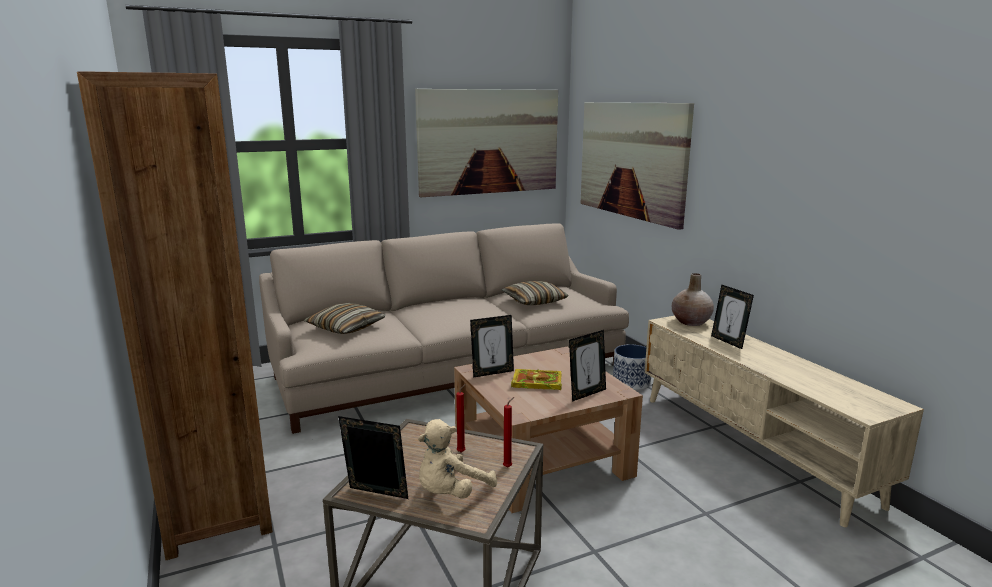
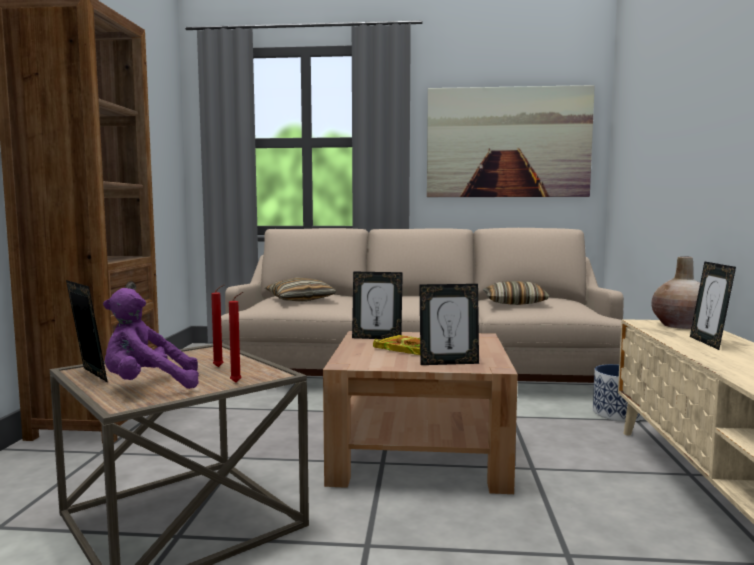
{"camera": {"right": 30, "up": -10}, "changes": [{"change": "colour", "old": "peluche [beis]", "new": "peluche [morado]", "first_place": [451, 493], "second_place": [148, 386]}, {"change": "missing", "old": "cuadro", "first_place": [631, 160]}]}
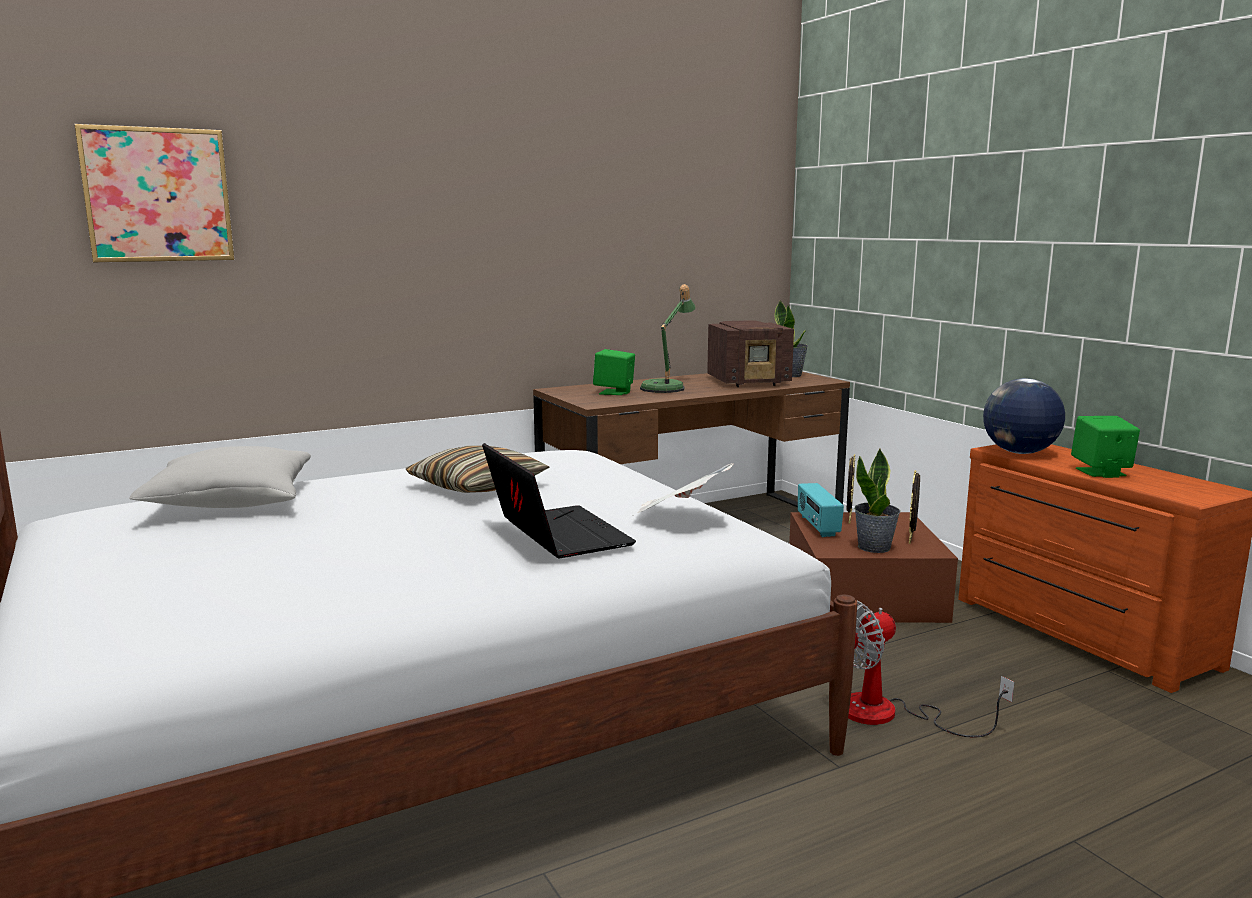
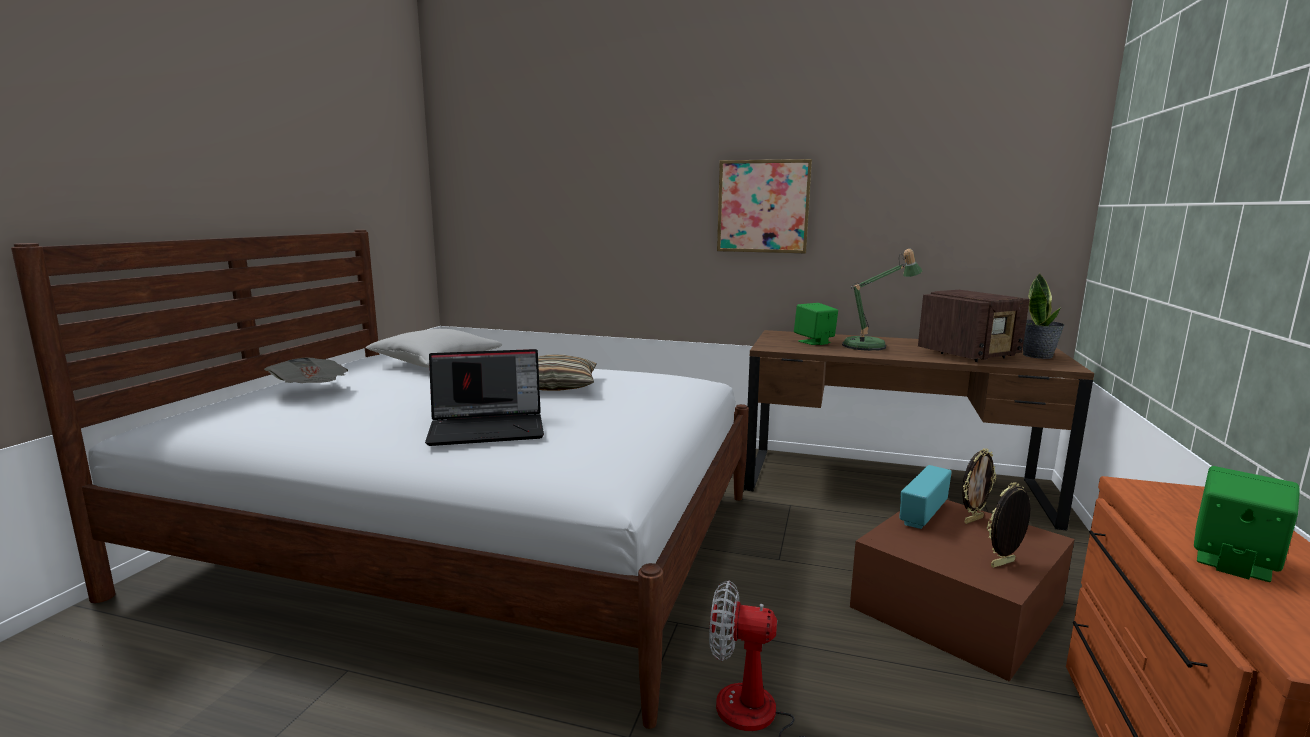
{"camera": {"right": 45, "up": 0}, "changes": [{"change": "relocated", "old": "cuadro", "first_place": [157, 195], "second_place": [763, 206]}, {"change": "spun", "old": "portátil", "first_place": [555, 535], "second_place": [488, 428], "degrees": 60}, {"change": "relocated", "old": "periódico", "first_place": [680, 516], "second_place": [312, 391]}, {"change": "spun", "old": "radio", "first_place": [750, 382], "second_place": [969, 354], "degrees": -60}, {"change": "missing", "old": "planta en maceta", "first_place": [874, 547]}, {"change": "missing", "old": "globo terráqueo", "first_place": [1019, 453]}]}
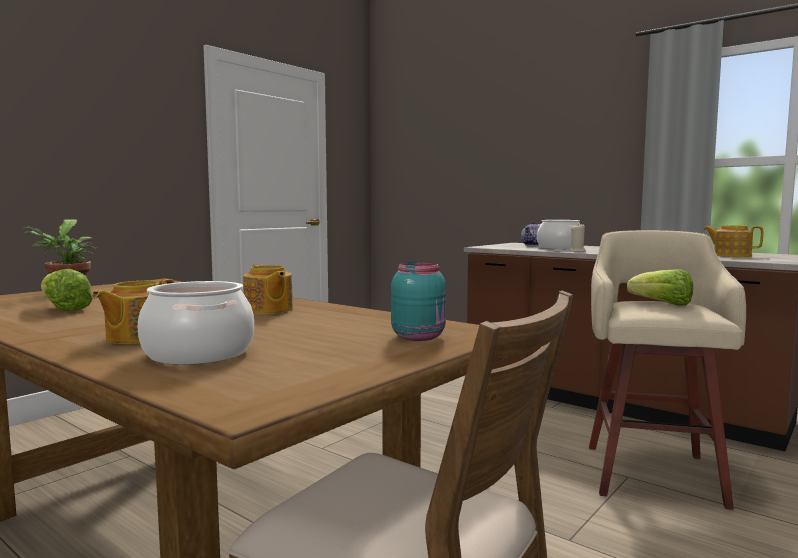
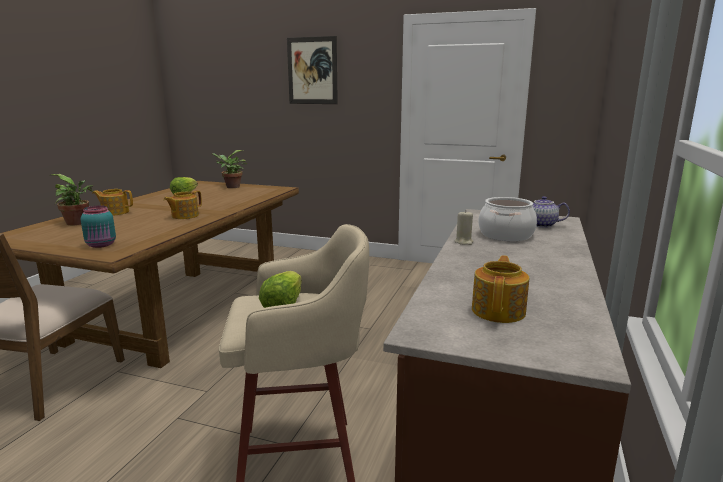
{"camera": {"right": 70, "up": 10}, "changes": [{"change": "exchanged", "old": "olla", "new": "planta en maceta", "first_place": [199, 354], "second_place": [79, 223]}, {"change": "appeared", "new": "cuadro", "second_place": [312, 71]}]}
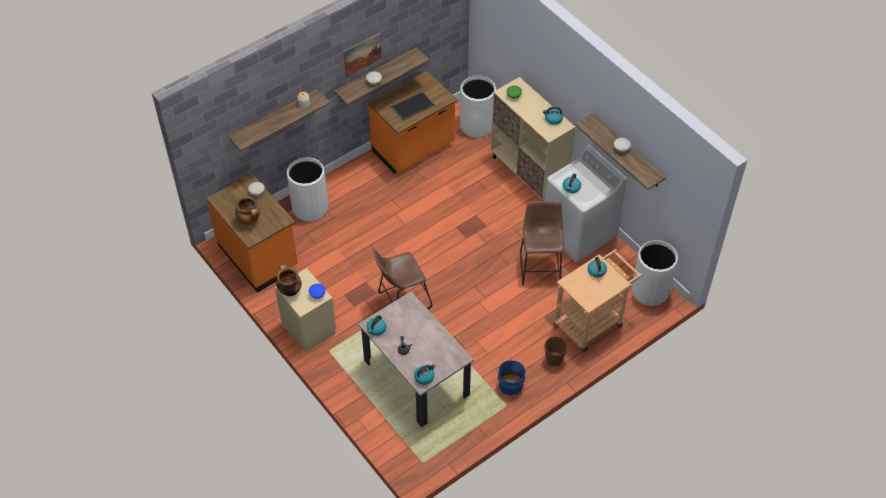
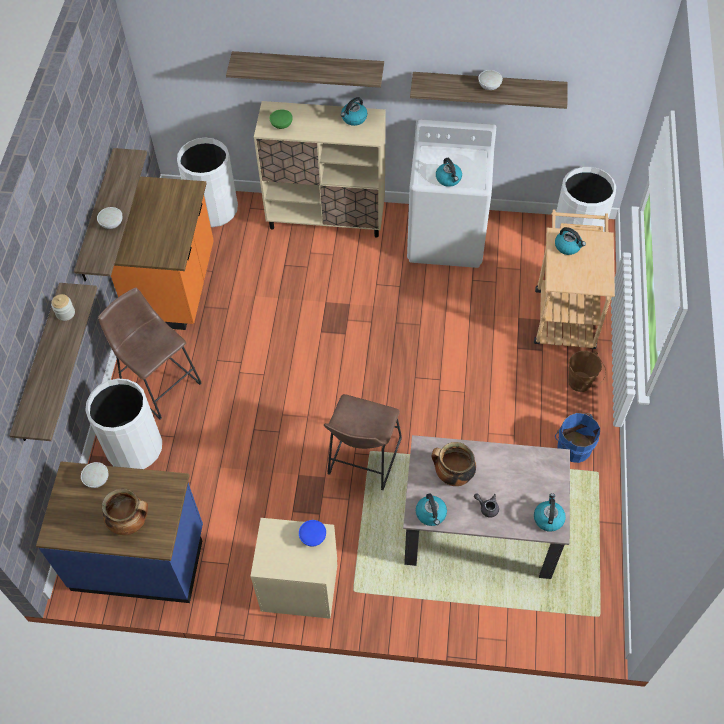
{"camera": {"right": -45, "up": 5}, "changes": [{"change": "colour", "old": "mueble bajo de cocina [naranja]", "new": "mueble bajo de cocina [azul]", "first_place": [259, 256], "second_place": [139, 557]}, {"change": "relocated", "old": "olla", "first_place": [289, 290], "second_place": [452, 476]}, {"change": "missing", "old": "cuadro", "first_place": [362, 54]}, {"change": "missing", "old": "bandeja", "first_place": [412, 105]}, {"change": "relocated", "old": "taburete [marrón]", "first_place": [540, 266], "second_place": [159, 382]}, {"change": "appeared", "new": "estante", "second_place": [308, 67]}]}
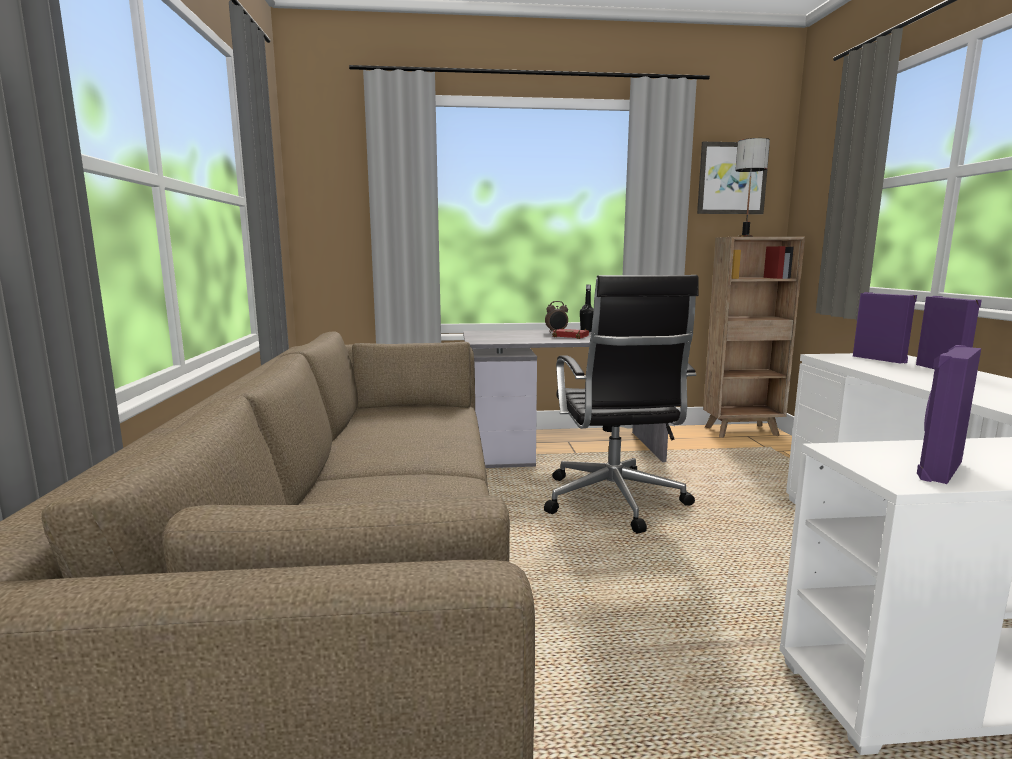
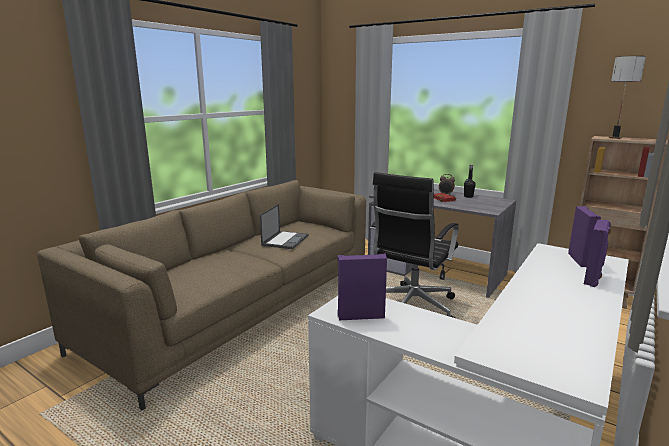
{"camera": {"right": 40, "up": 5}, "changes": [{"change": "missing", "old": "cuadro", "first_place": [732, 178]}, {"change": "appeared", "new": "portátil", "second_place": [285, 240]}]}
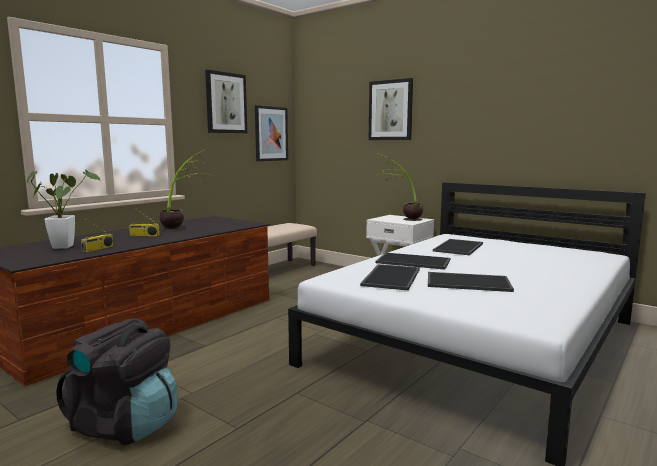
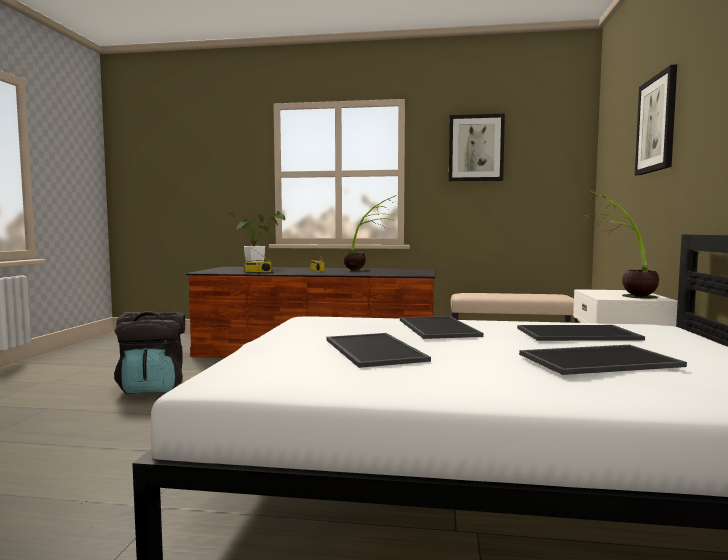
{"camera": {"right": 60, "up": -5}, "changes": [{"change": "missing", "old": "cuadro", "first_place": [271, 133]}, {"change": "relocated", "old": "bandeja", "first_place": [390, 277], "second_place": [598, 360]}]}
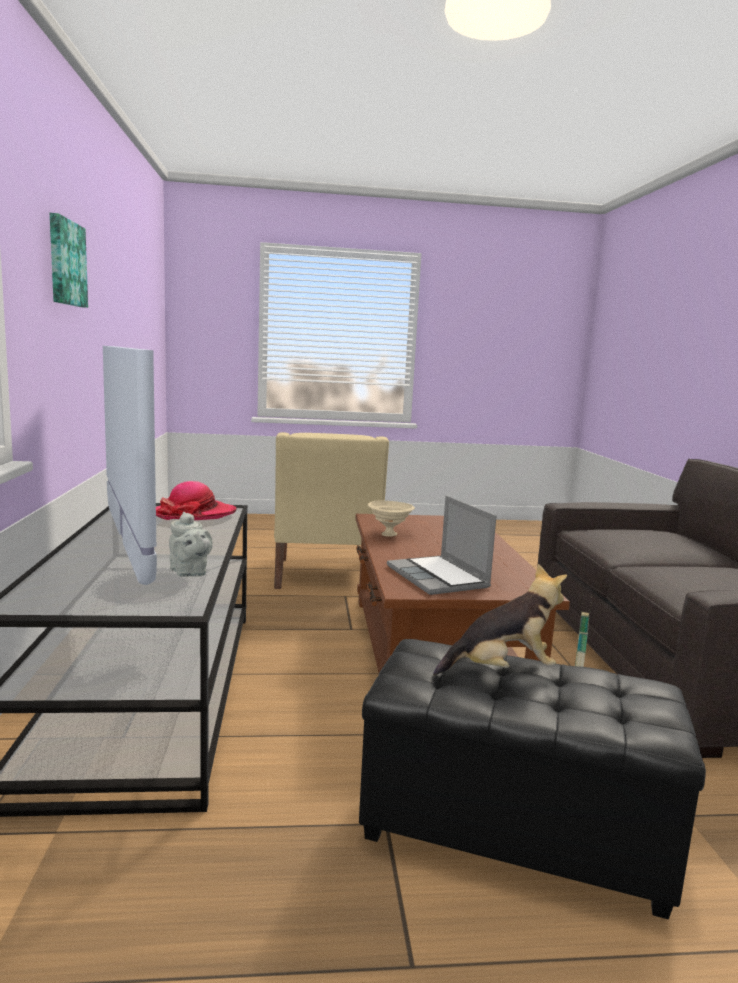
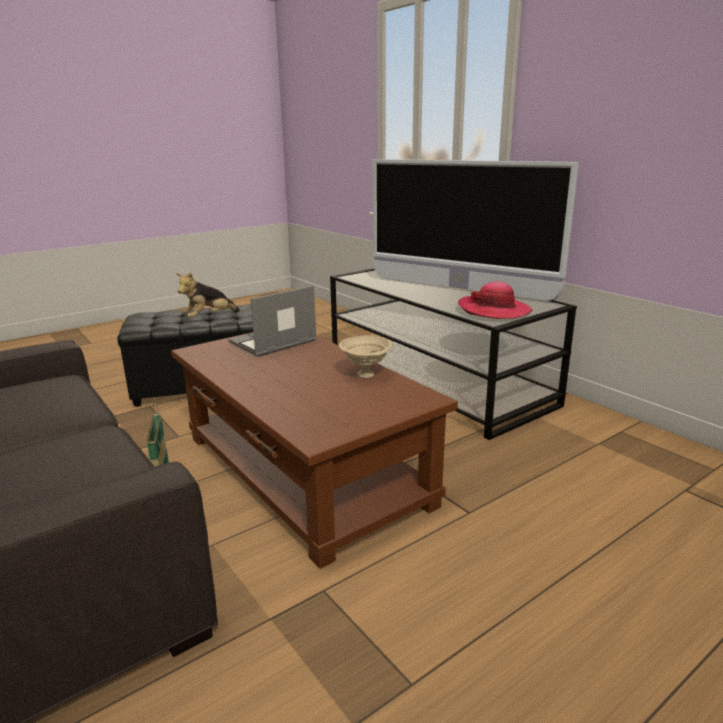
{"camera": {"right": 150, "up": 10}, "changes": [{"change": "missing", "old": "cuadro", "first_place": [65, 263]}, {"change": "missing", "old": "tetera [gris]", "first_place": [189, 573]}, {"change": "missing", "old": "sillón [beis]", "first_place": [326, 574]}, {"change": "spun", "old": "portátil", "first_place": [439, 577], "second_place": [273, 343], "degrees": -75}]}
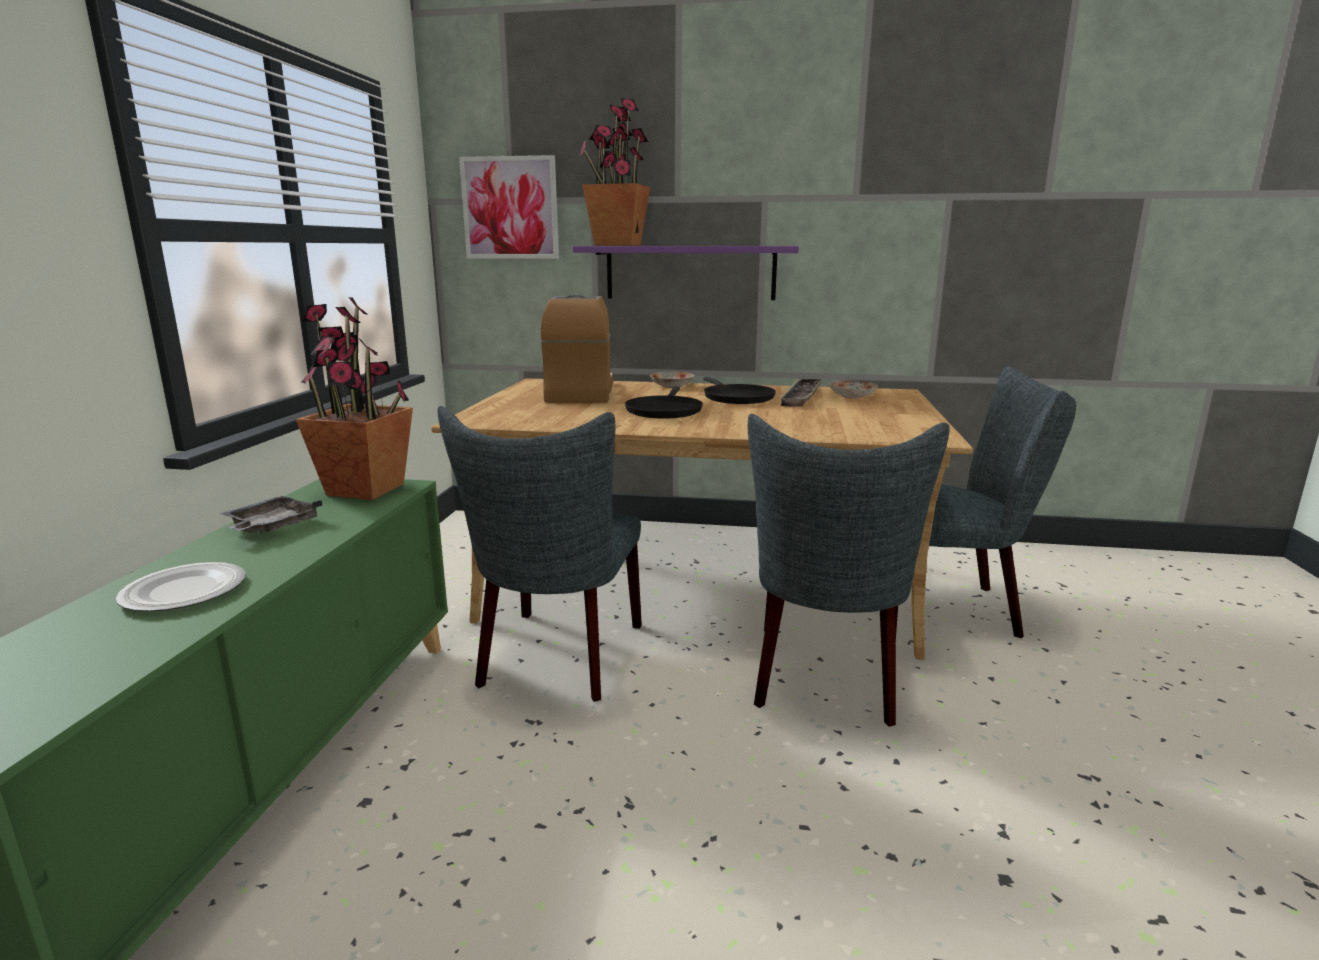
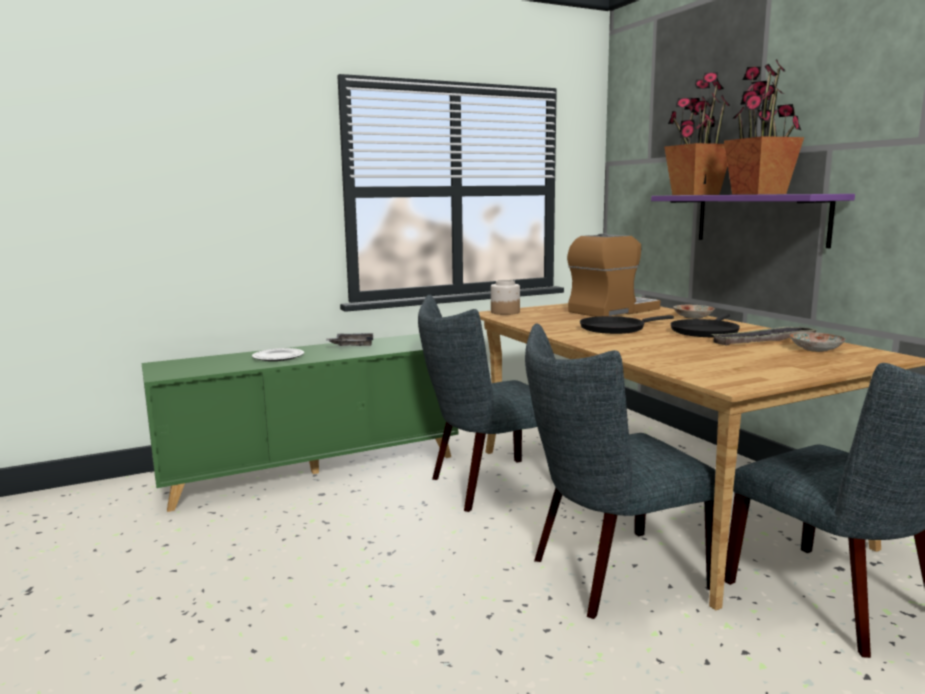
{"camera": {"right": 55, "up": -5}, "changes": [{"change": "relocated", "old": "planta en maceta", "first_place": [365, 490], "second_place": [758, 194]}, {"change": "missing", "old": "cuadro", "first_place": [510, 208]}, {"change": "appeared", "new": "tarro", "second_place": [505, 312]}]}
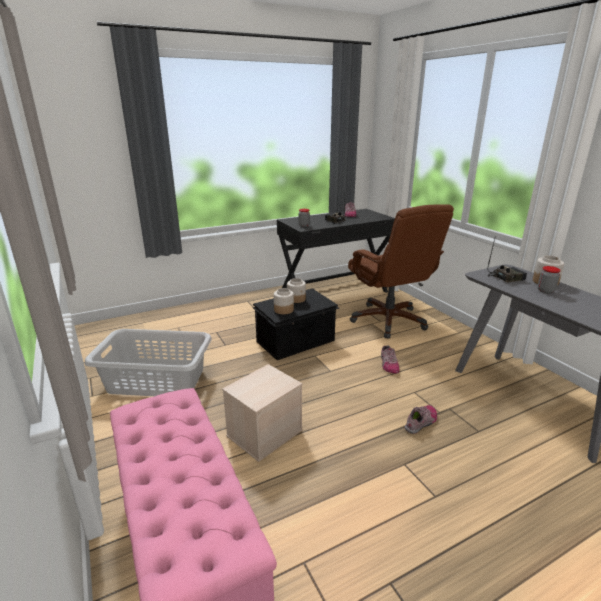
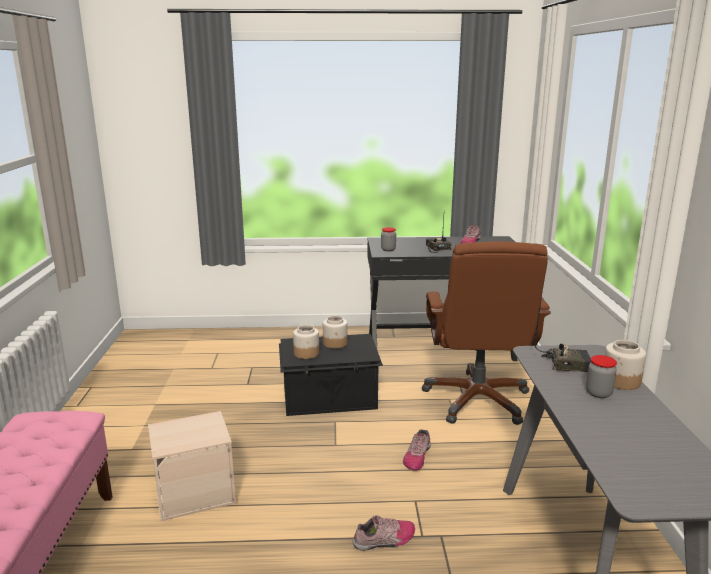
{"camera": {"right": 25, "up": -5}, "changes": [{"change": "missing", "old": "cesto de la ropa [gris]", "first_place": [156, 380]}]}
